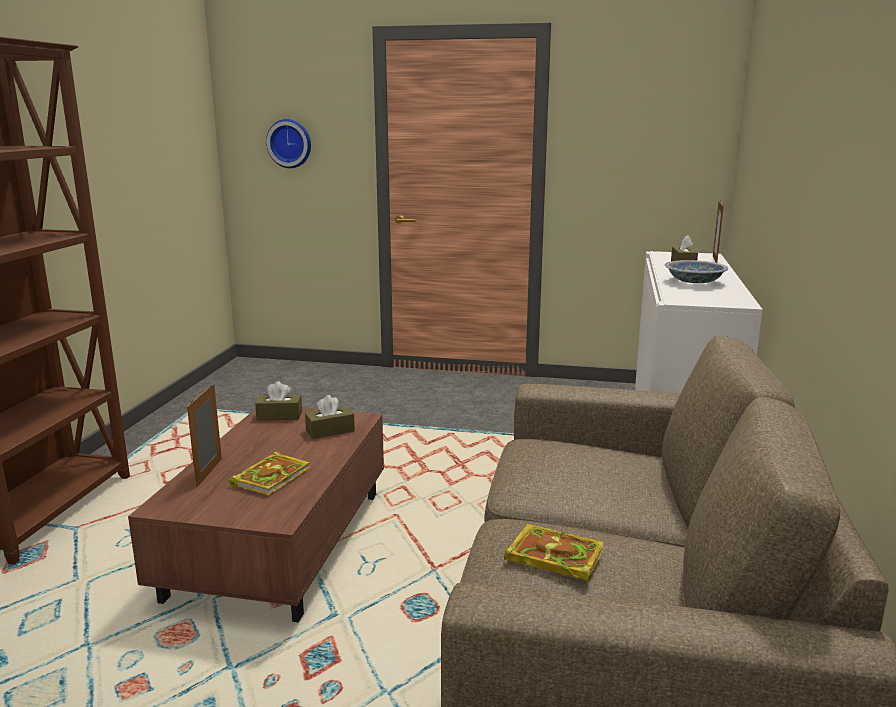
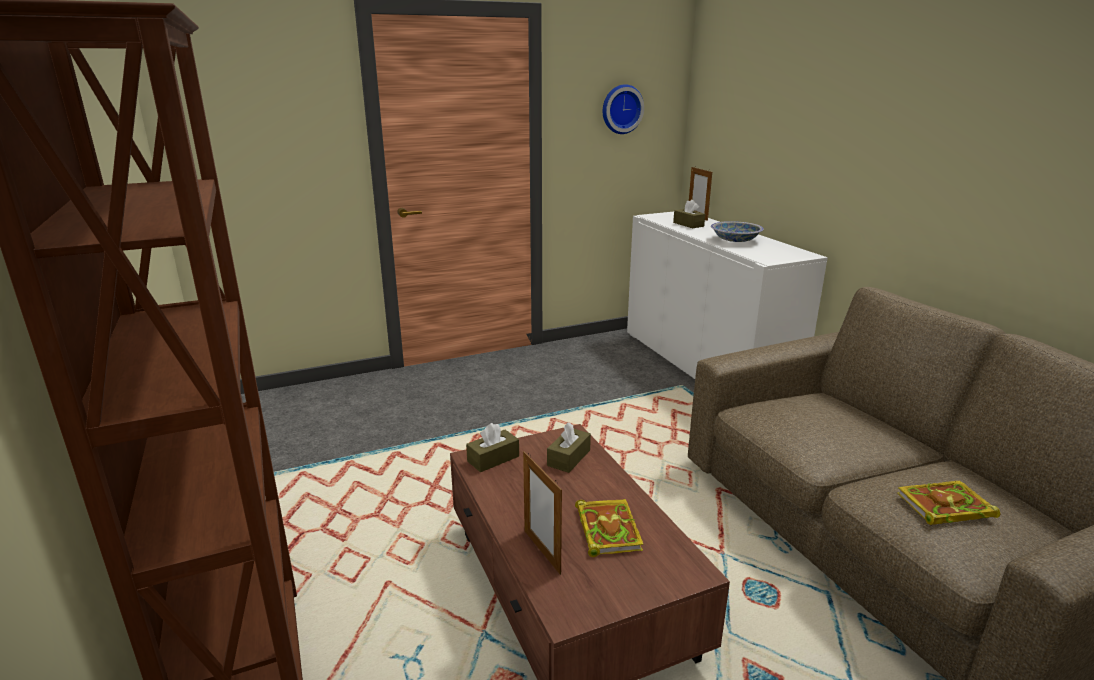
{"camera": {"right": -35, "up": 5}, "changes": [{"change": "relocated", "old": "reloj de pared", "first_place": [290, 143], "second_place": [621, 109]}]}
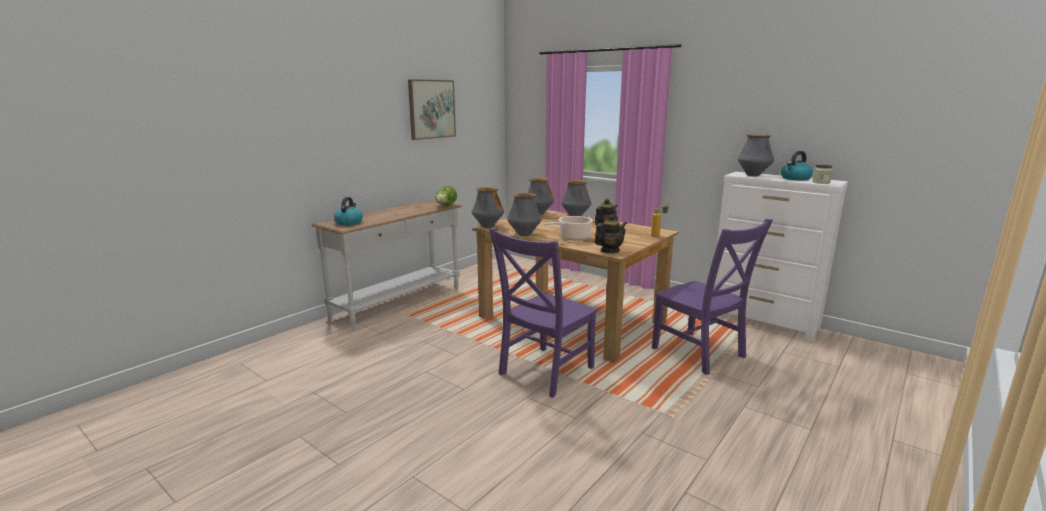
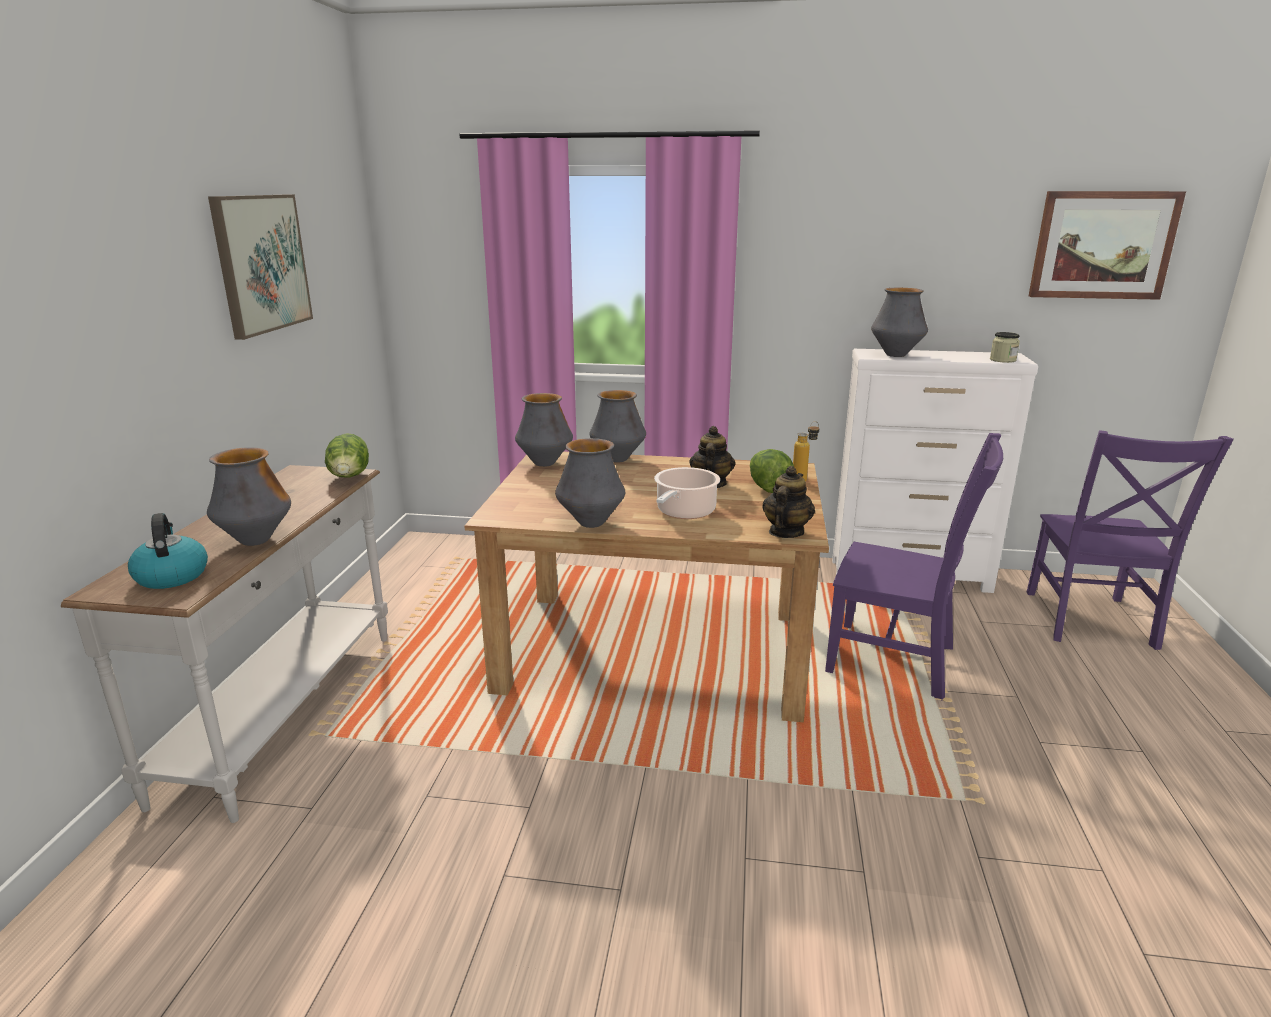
{"camera": {"right": -30, "up": 5}, "changes": [{"change": "relocated", "old": "florero", "first_place": [488, 226], "second_place": [256, 540]}, {"change": "relocated", "old": "silla [morado]", "first_place": [544, 372], "second_place": [1089, 622]}, {"change": "missing", "old": "hervidor", "first_place": [795, 178]}, {"change": "appeared", "new": "lechuga", "second_place": [768, 488]}, {"change": "appeared", "new": "cuadro", "second_place": [1102, 245]}]}
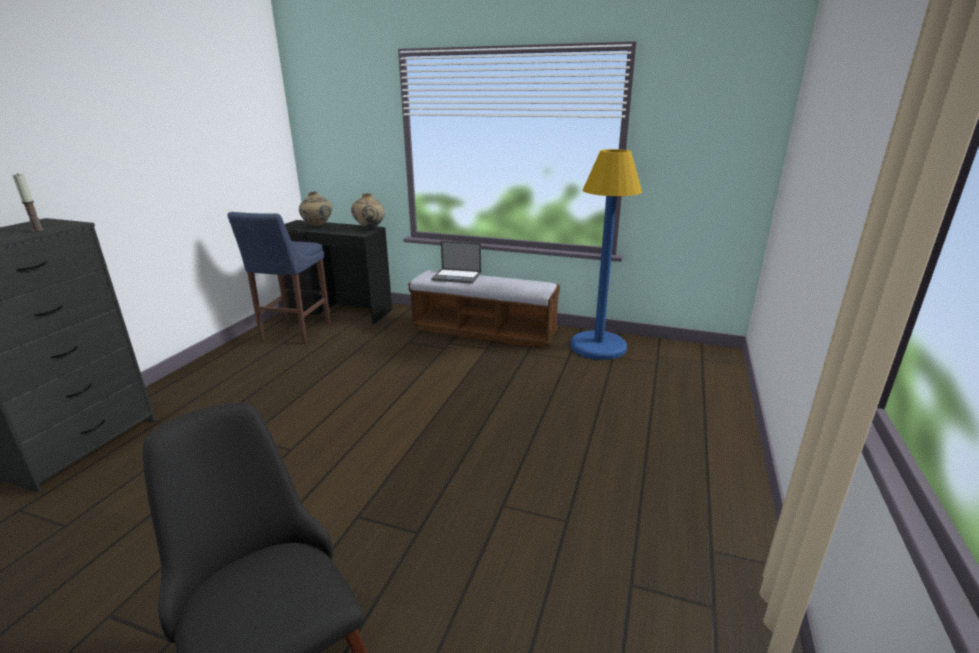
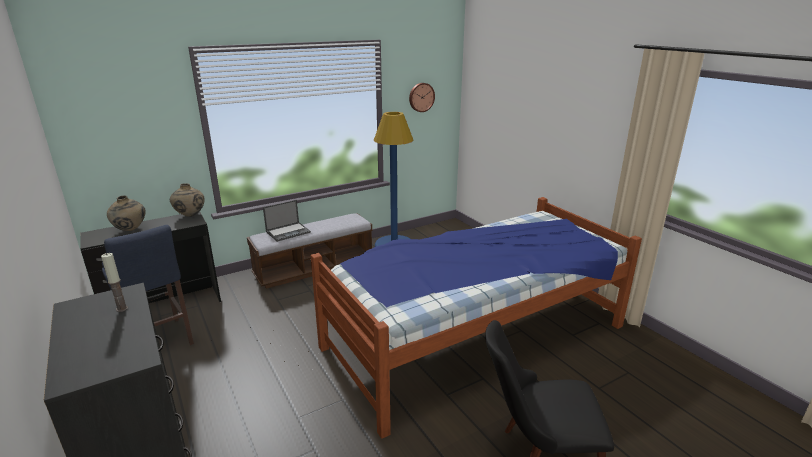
{"camera": {"right": -50, "up": 0}, "changes": [{"change": "appeared", "new": "cama", "second_place": [474, 336]}, {"change": "appeared", "new": "reloj de pared", "second_place": [421, 97]}]}
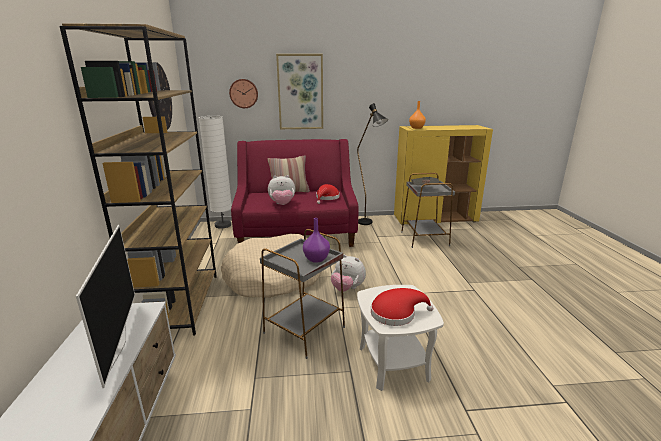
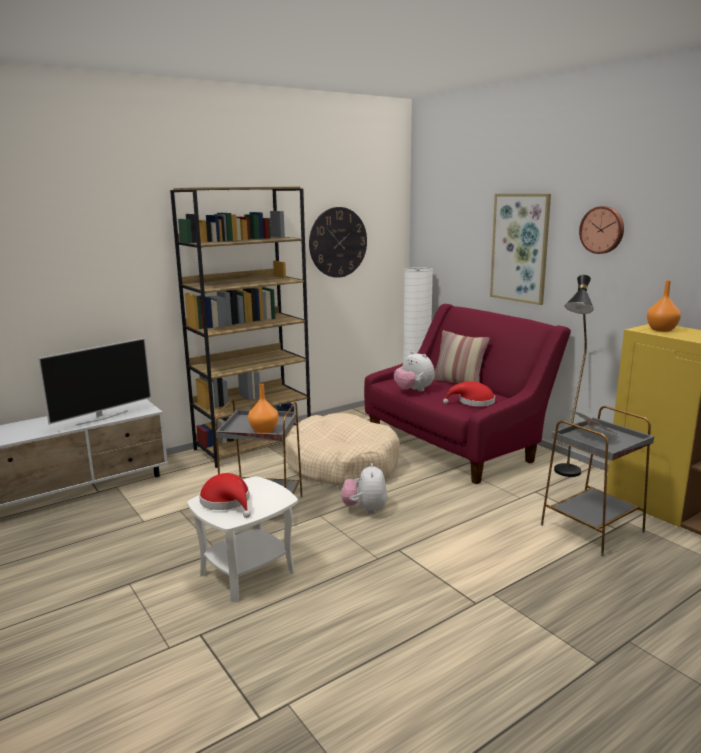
{"camera": {"right": 60, "up": -5}, "changes": [{"change": "relocated", "old": "reloj de pared", "first_place": [244, 93], "second_place": [602, 230]}, {"change": "colour", "old": "florero [morado]", "new": "florero [naranja]", "first_place": [316, 259], "second_place": [263, 430]}]}
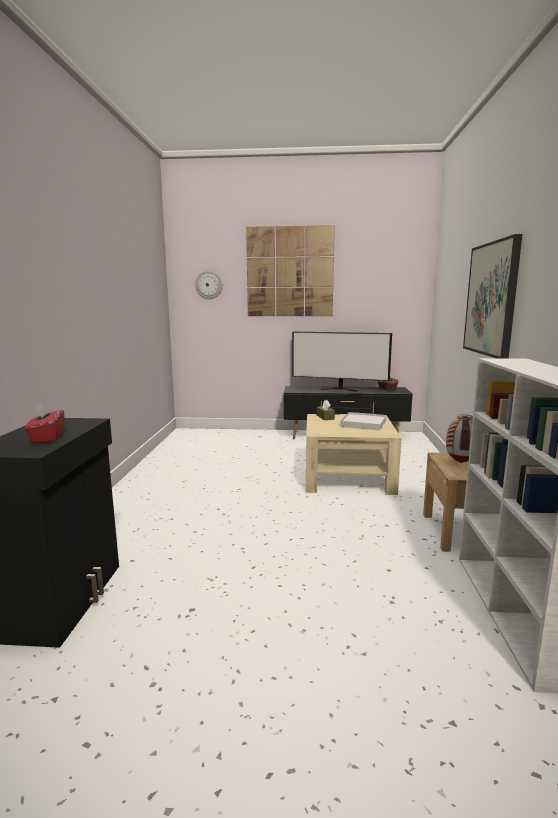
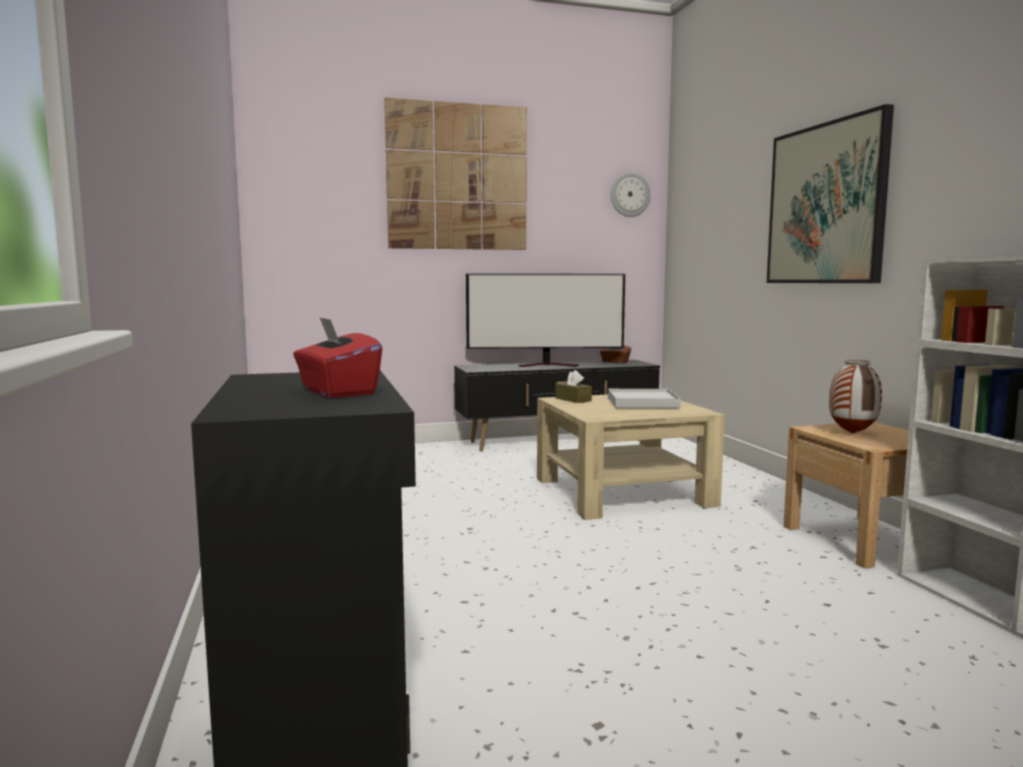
{"camera": {"right": -20, "up": -5}, "changes": [{"change": "relocated", "old": "reloj de pared", "first_place": [209, 285], "second_place": [630, 194]}]}
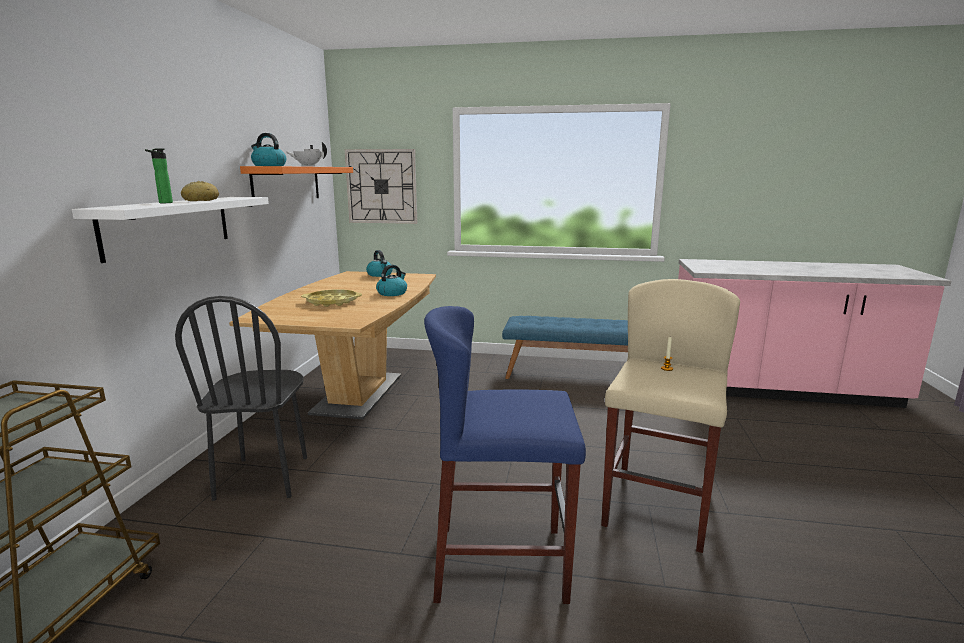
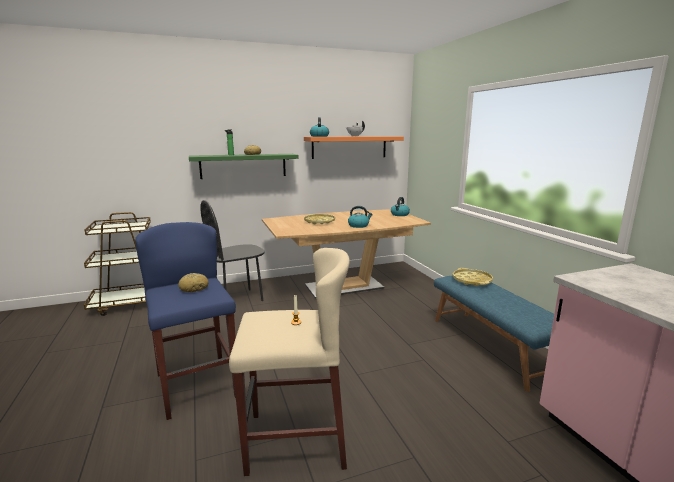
{"camera": {"right": 60, "up": 0}, "changes": [{"change": "colour", "old": "estante [blanco]", "new": "estante [verde]", "first_place": [169, 225], "second_place": [243, 166]}, {"change": "missing", "old": "reloj de pared", "first_place": [381, 186]}, {"change": "appeared", "new": "pan", "second_place": [194, 288]}, {"change": "appeared", "new": "bandeja [amarillo]", "second_place": [472, 280]}]}
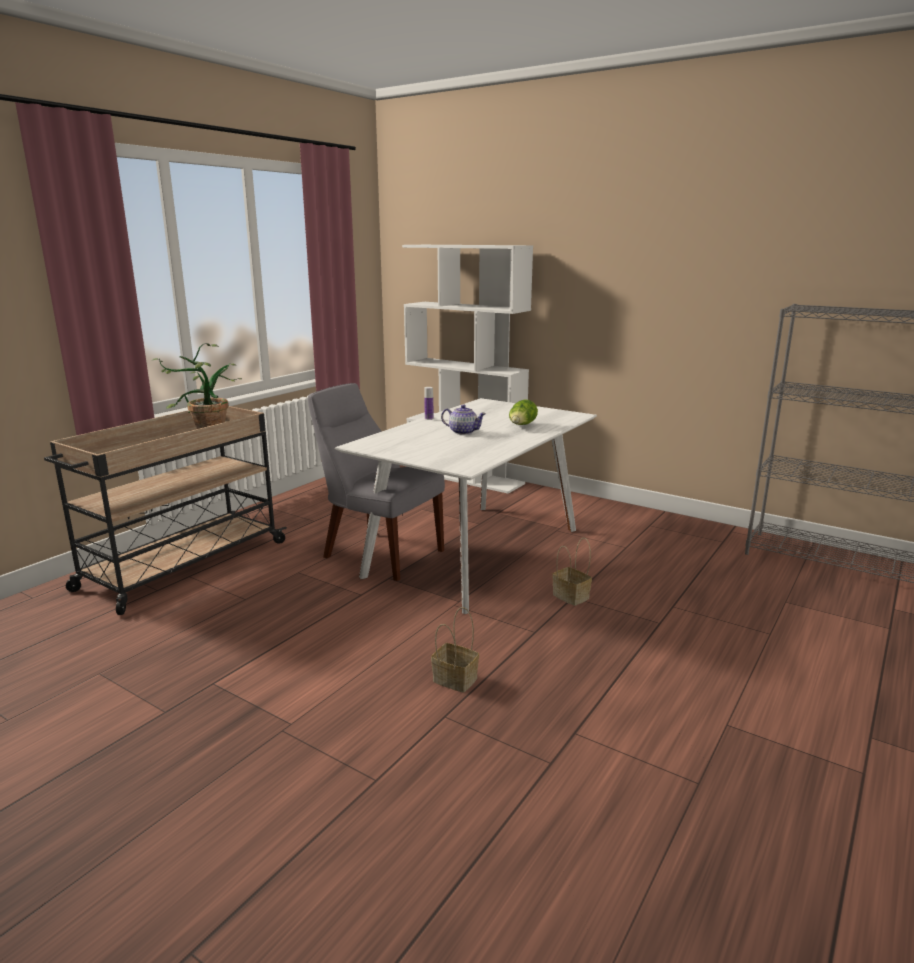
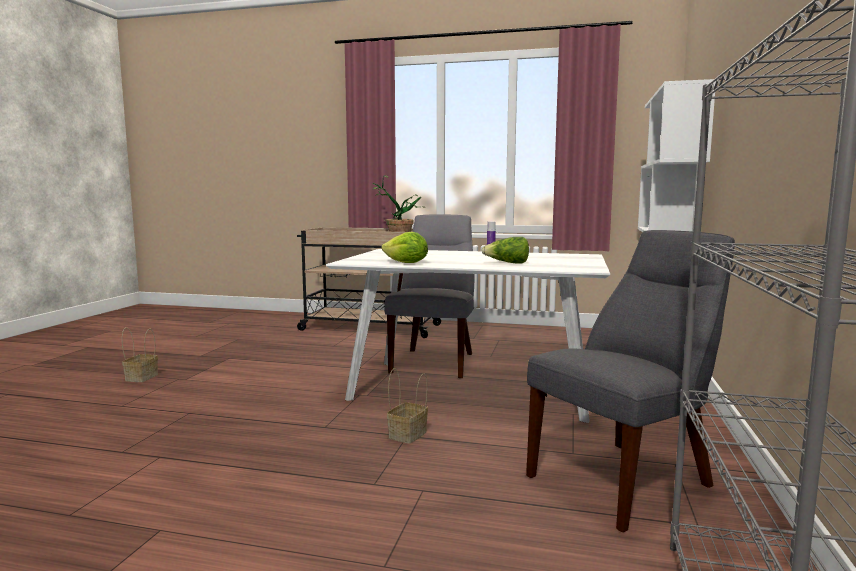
{"camera": {"right": 70, "up": -10}, "changes": [{"change": "relocated", "old": "cesta", "first_place": [453, 680], "second_place": [142, 377]}, {"change": "missing", "old": "tetera", "first_place": [463, 432]}, {"change": "appeared", "new": "lechuga", "second_place": [406, 263]}, {"change": "appeared", "new": "silla [gris]", "second_place": [625, 479]}]}
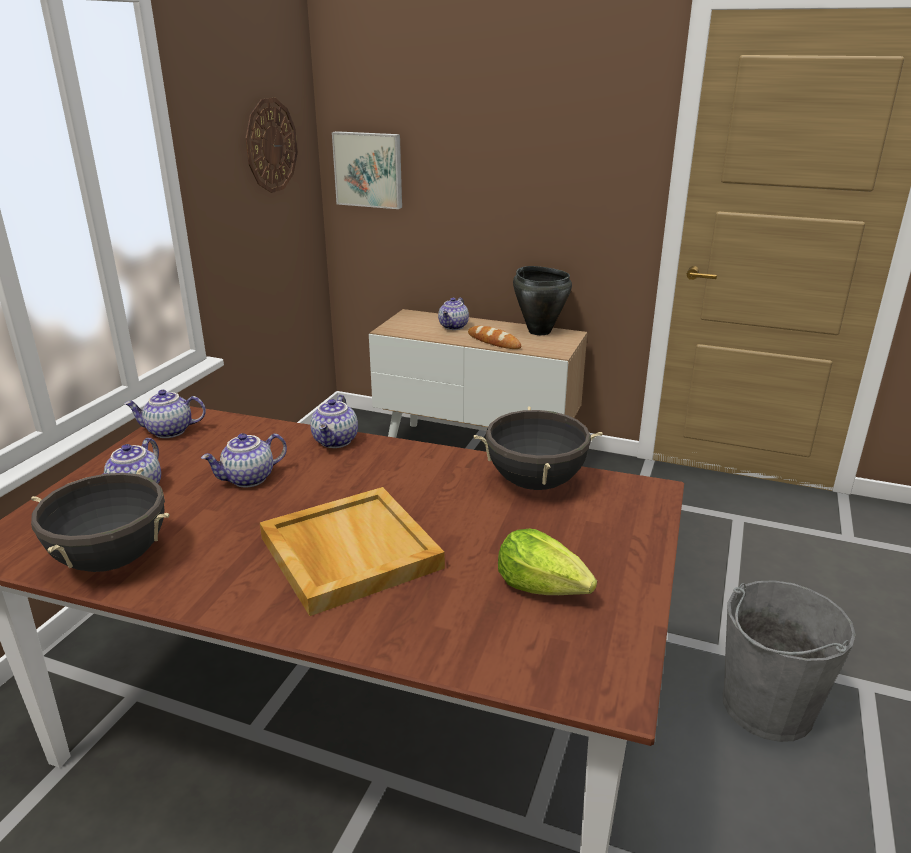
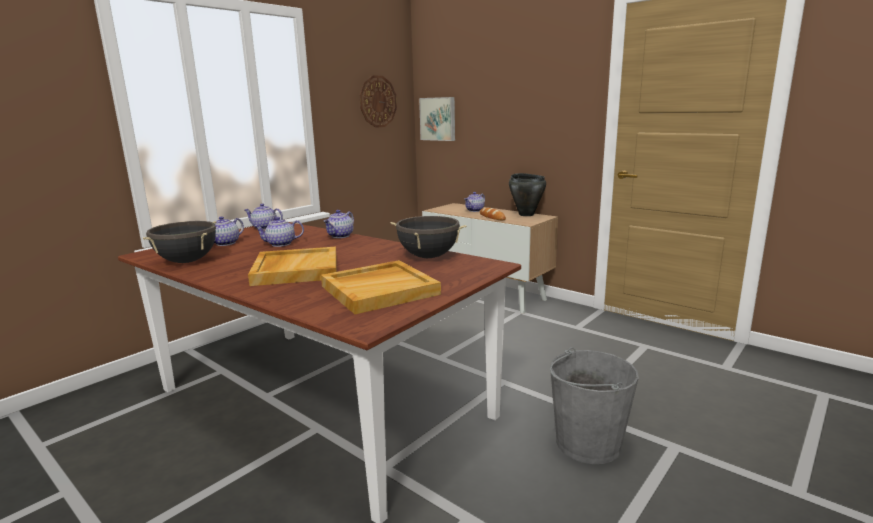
{"camera": {"right": 20, "up": -10}, "changes": [{"change": "exchanged", "old": "lechuga", "new": "bandeja [beis]", "first_place": [542, 586], "second_place": [380, 290]}]}
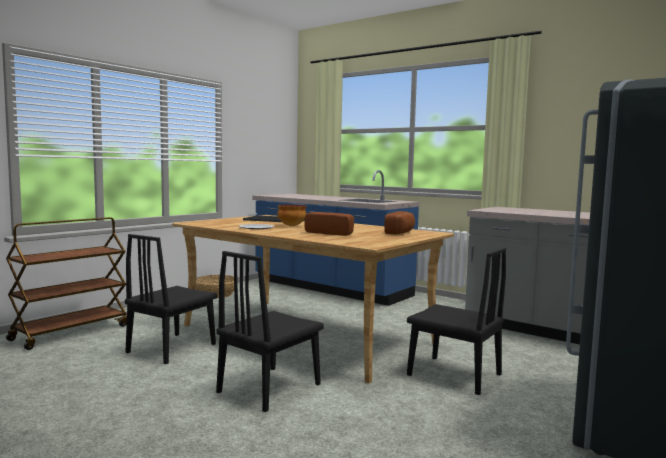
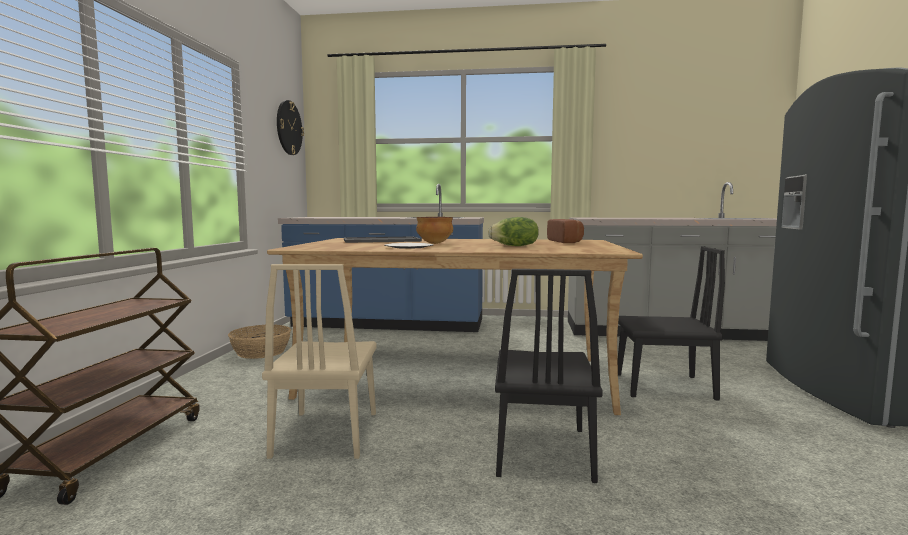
{"camera": {"right": -30, "up": 0}, "changes": [{"change": "colour", "old": "silla [negro]", "new": "silla [beis]", "first_place": [172, 348], "second_place": [326, 433]}, {"change": "exchanged", "old": "pan", "new": "lechuga", "first_place": [331, 233], "second_place": [515, 246]}, {"change": "appeared", "new": "reloj de pared", "second_place": [289, 128]}]}
